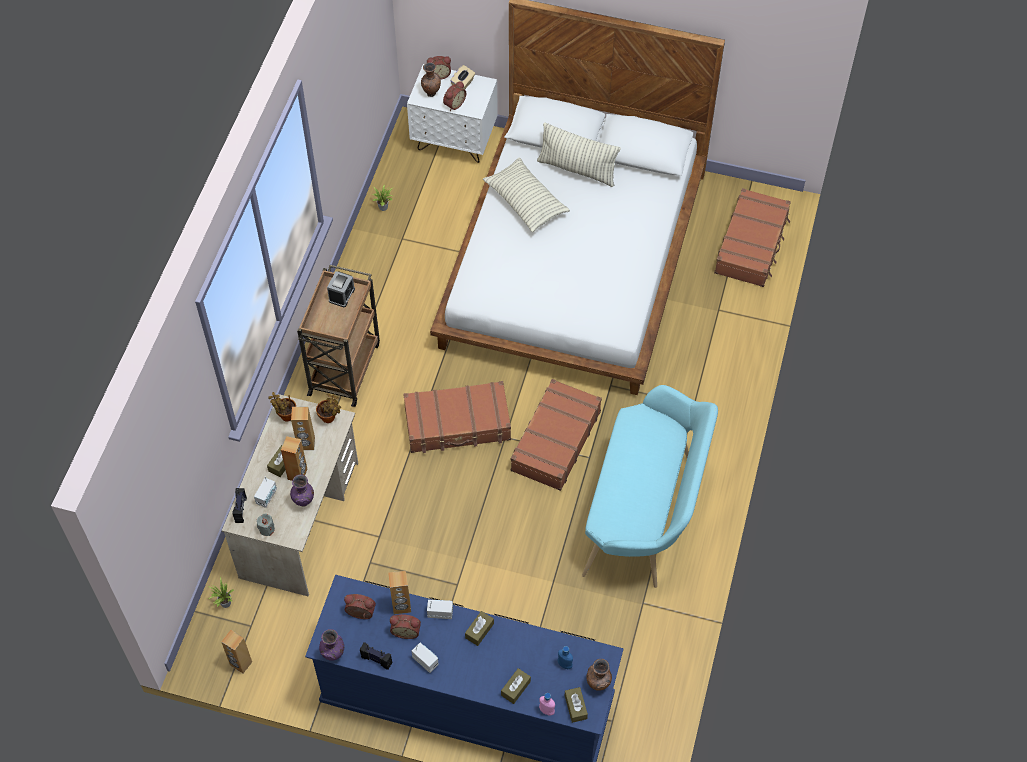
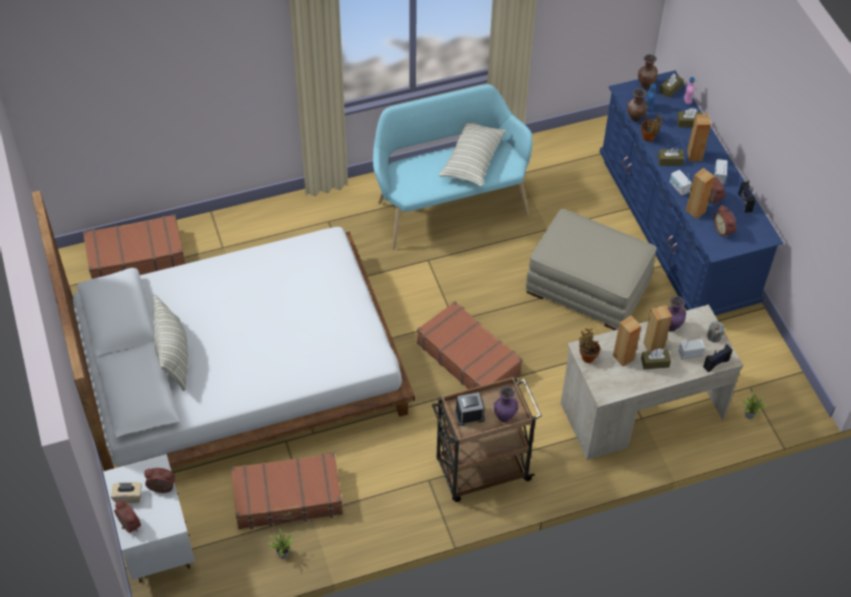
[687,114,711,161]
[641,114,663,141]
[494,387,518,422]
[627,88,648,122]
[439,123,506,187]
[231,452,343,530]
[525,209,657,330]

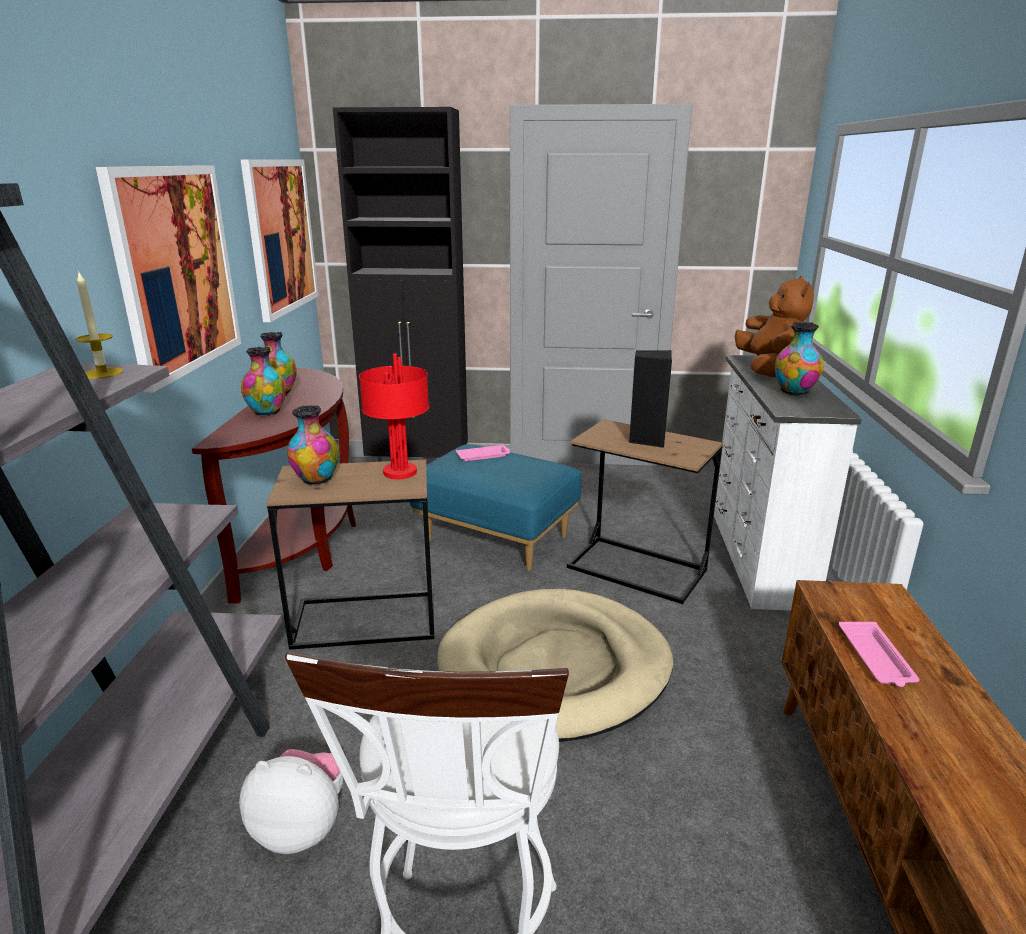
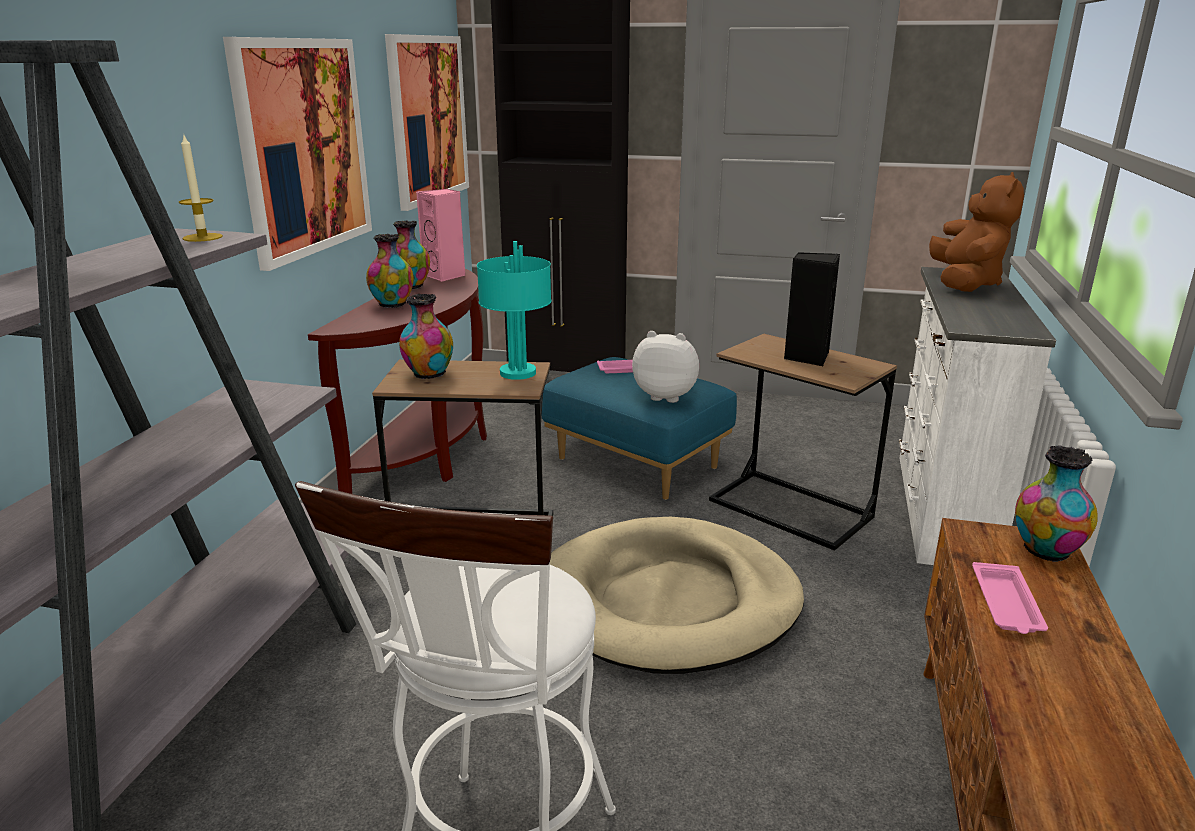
[632,331,699,403]
[477,241,551,380]
[1015,445,1098,562]
[416,189,465,282]

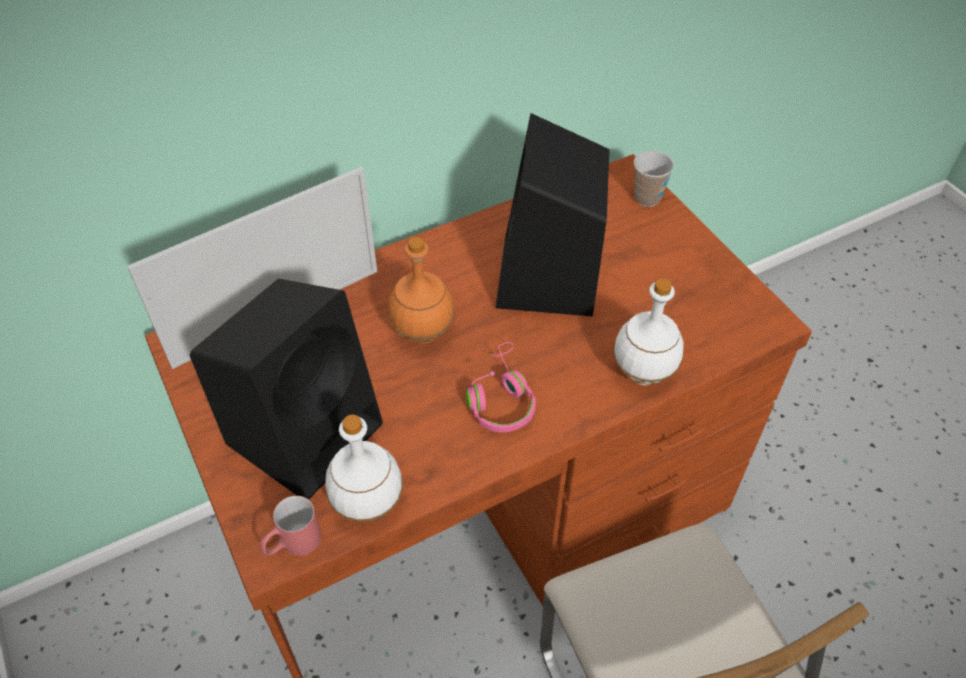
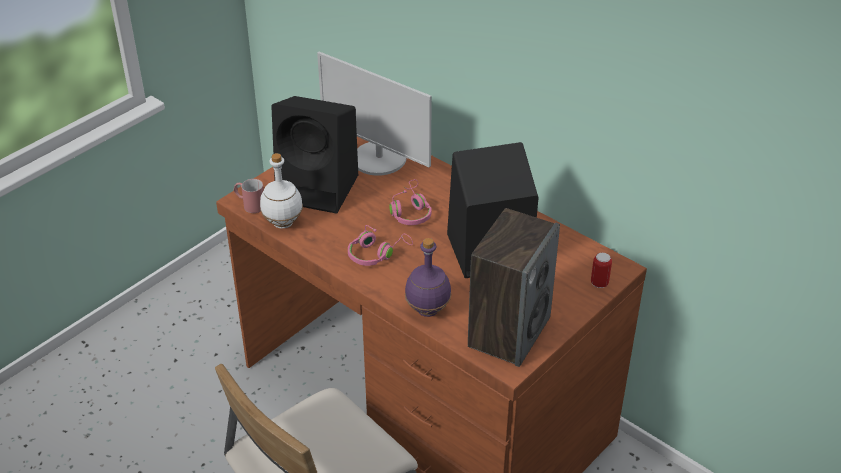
[389,179,432,225]
[405,238,451,317]
[591,253,612,288]
[468,208,560,367]

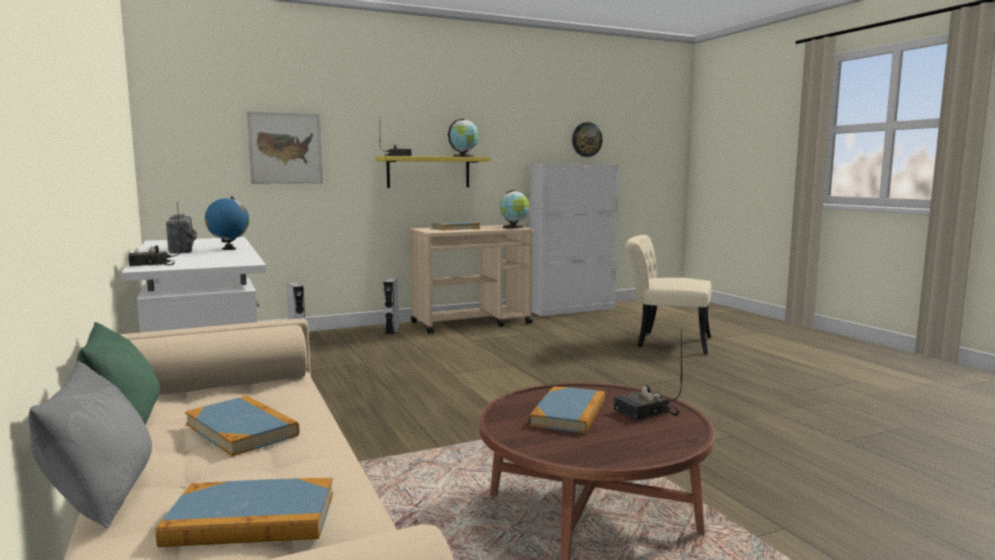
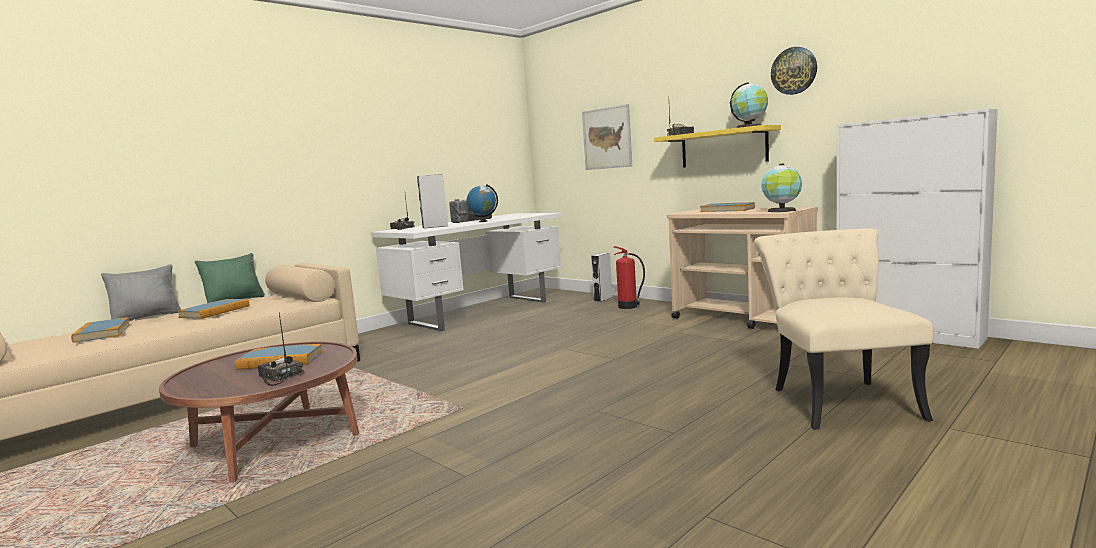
[417,174,448,229]
[771,47,817,95]
[614,246,645,309]

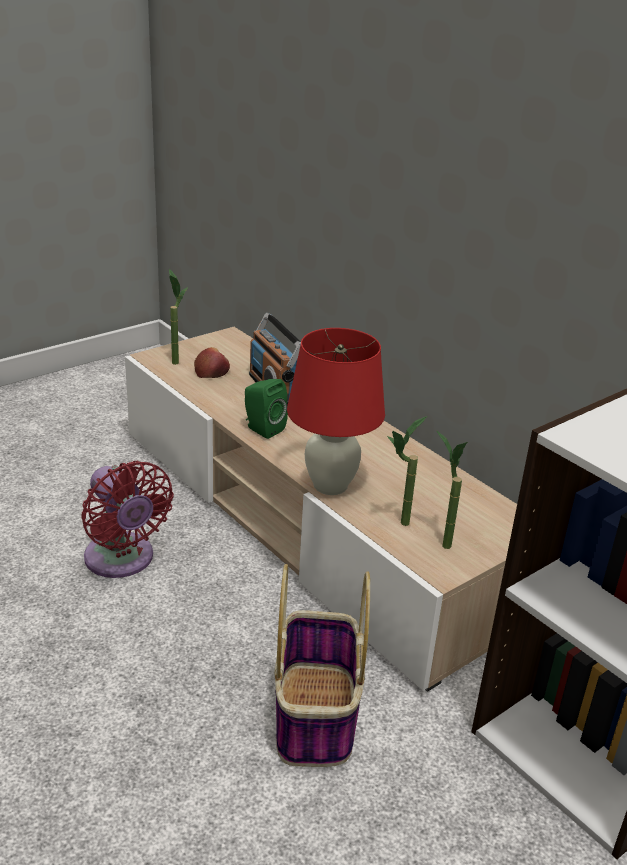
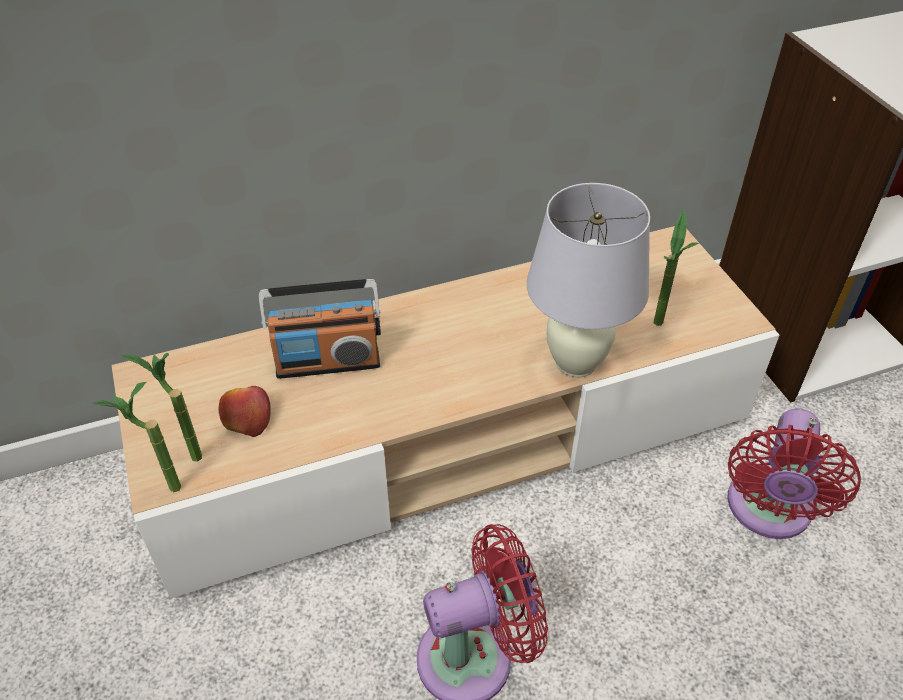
[245,379,288,439] (first image)
[727,408,861,539]
[527,183,650,377]
[93,382,181,492]

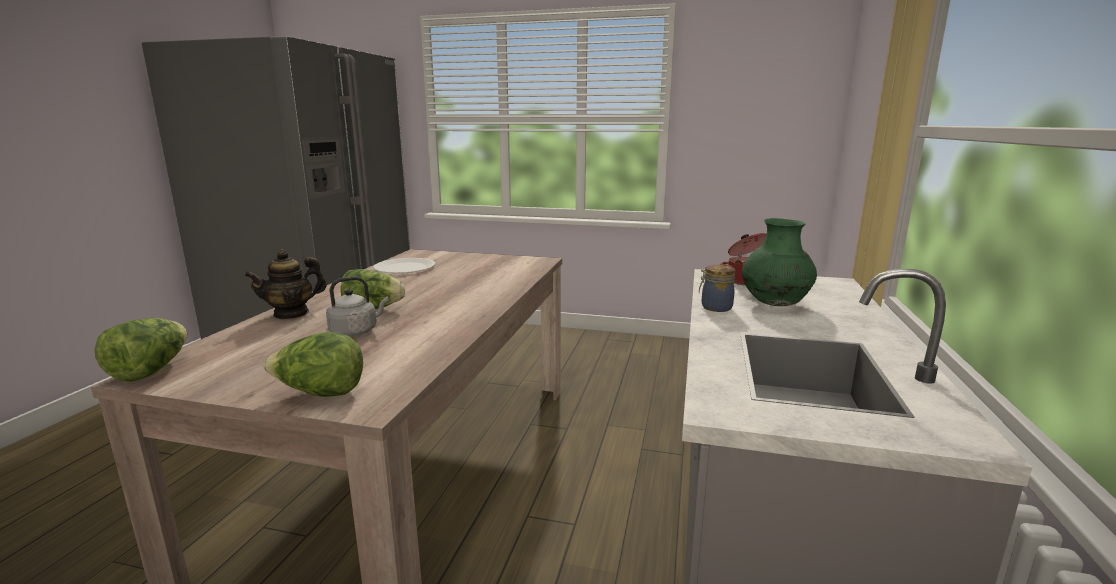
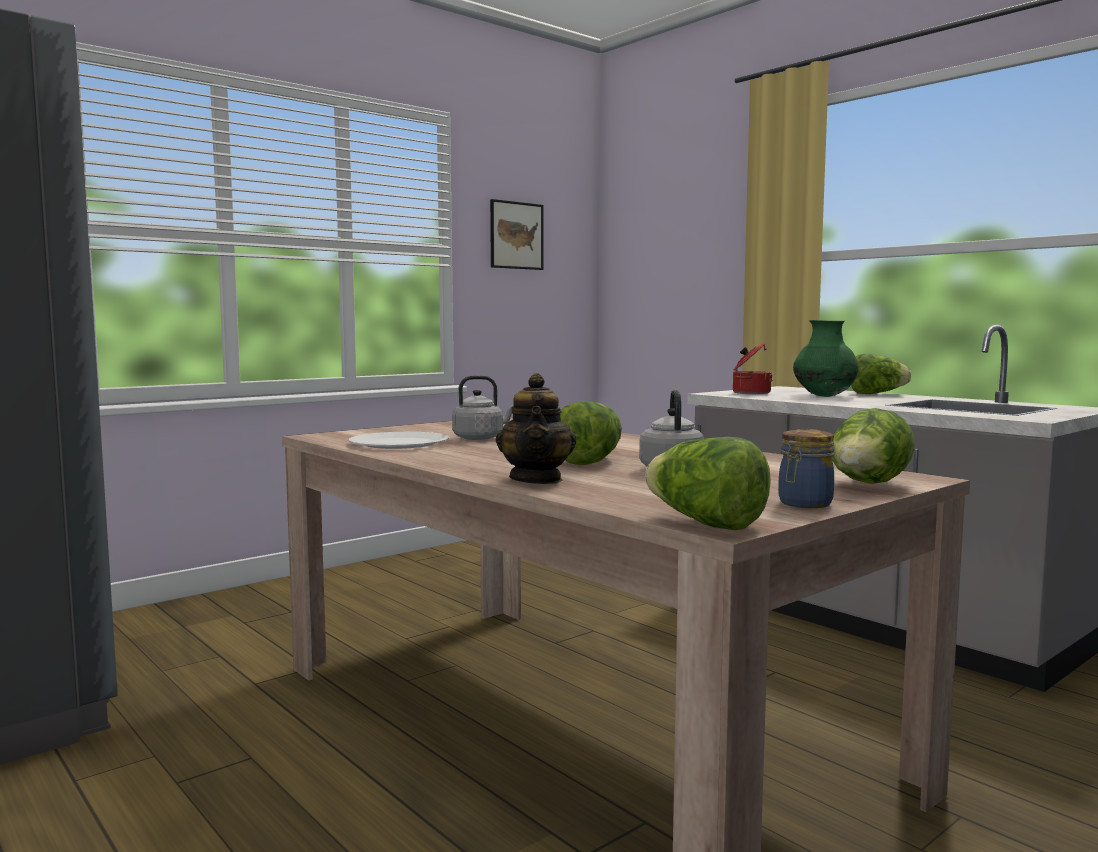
[778,429,834,508]
[452,375,514,440]
[490,199,543,270]
[851,354,911,394]

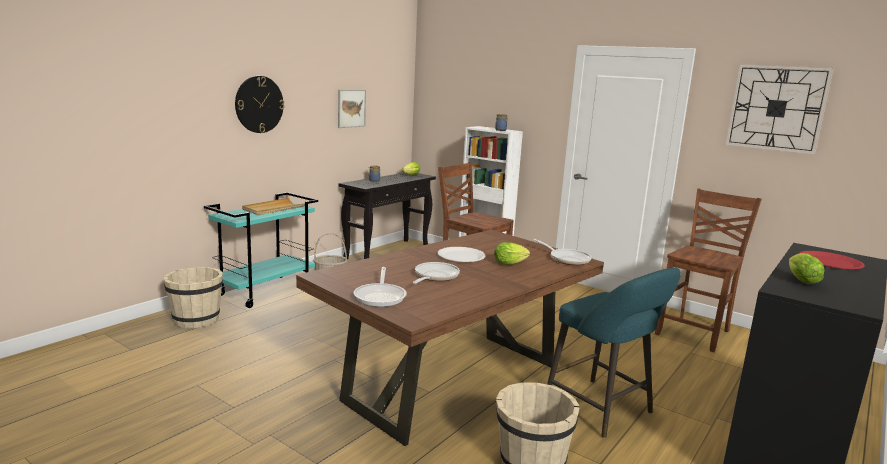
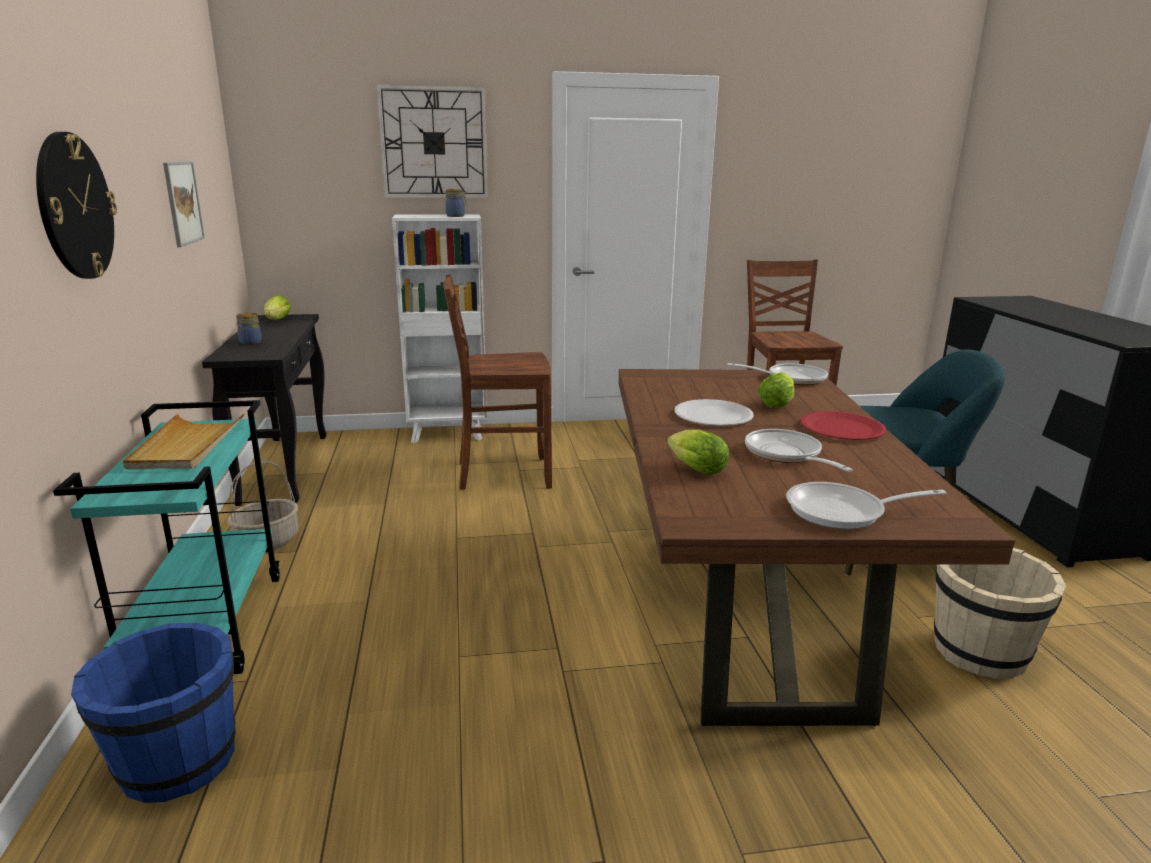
[71,623,235,803]
[786,482,946,529]
[376,85,488,198]
[667,430,729,475]
[801,411,887,440]

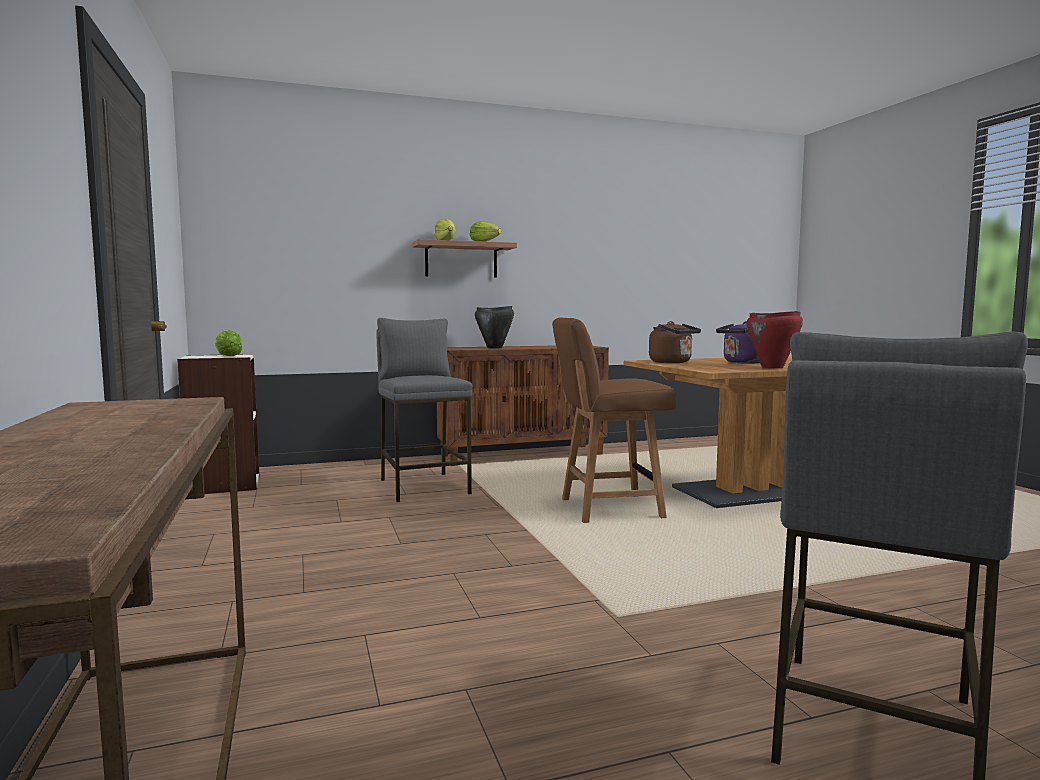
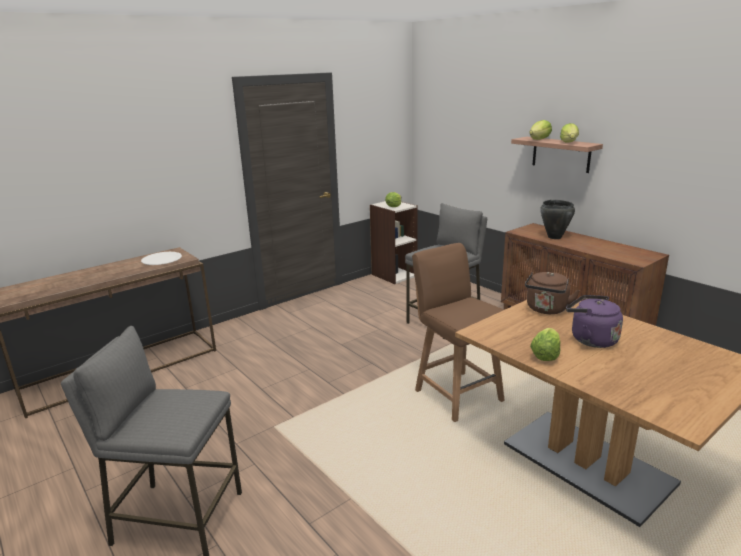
[530,328,561,361]
[141,252,182,265]

